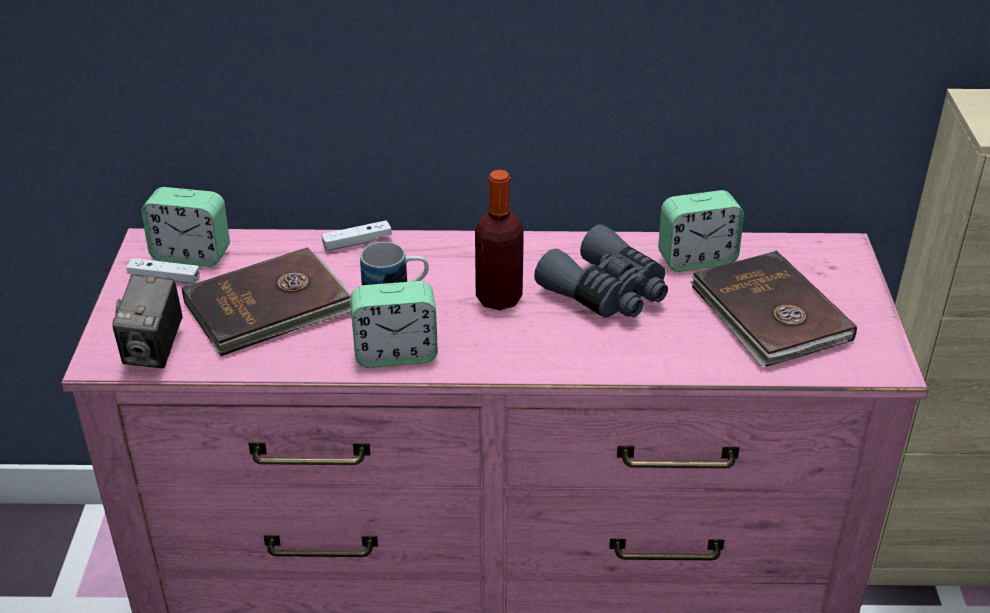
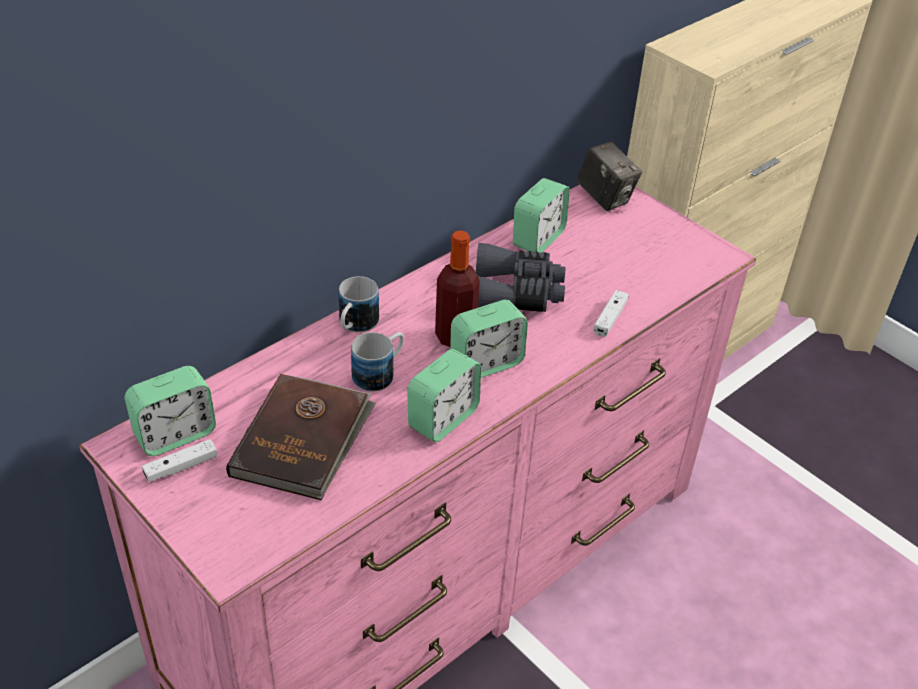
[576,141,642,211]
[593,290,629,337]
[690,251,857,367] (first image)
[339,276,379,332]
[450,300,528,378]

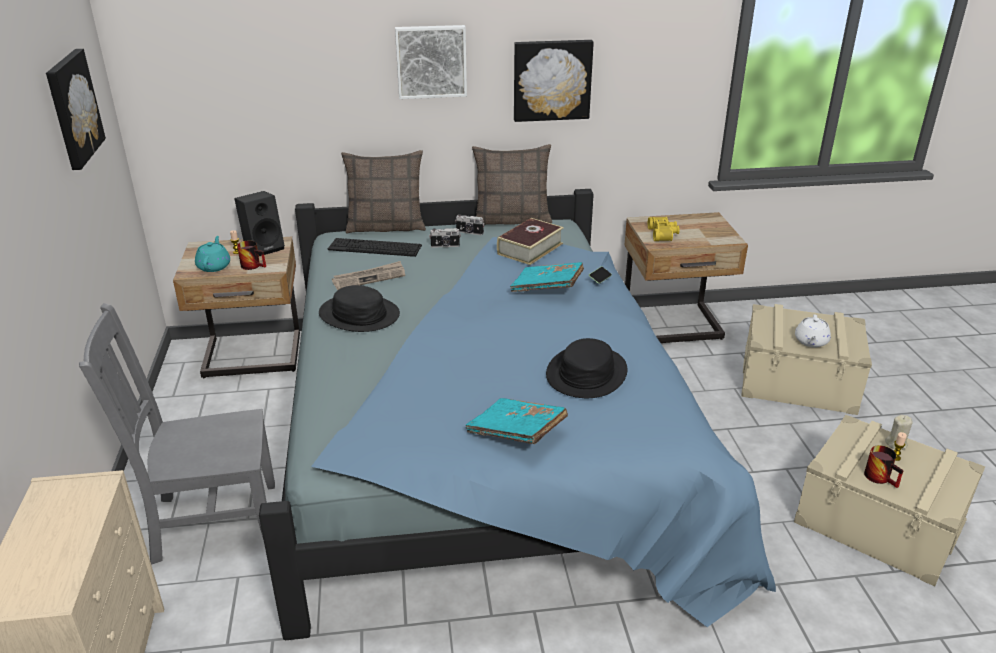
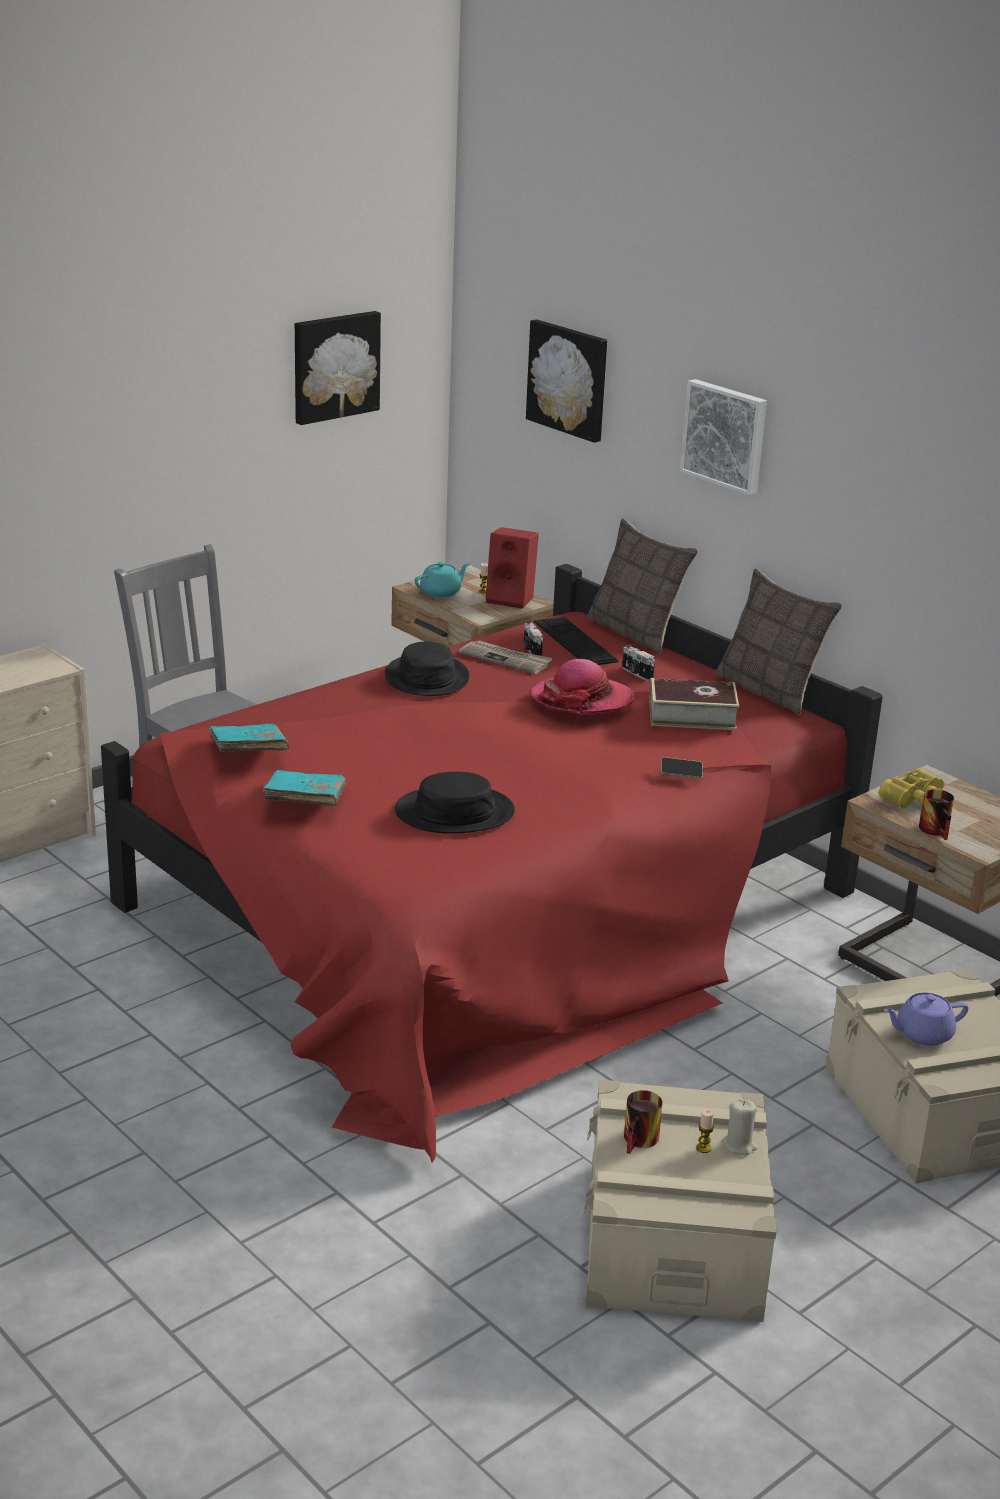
[486,527,539,609]
[919,789,954,840]
[101,564,883,1162]
[523,621,543,656]
[208,723,289,752]
[526,320,607,443]
[884,993,969,1046]
[530,659,635,715]

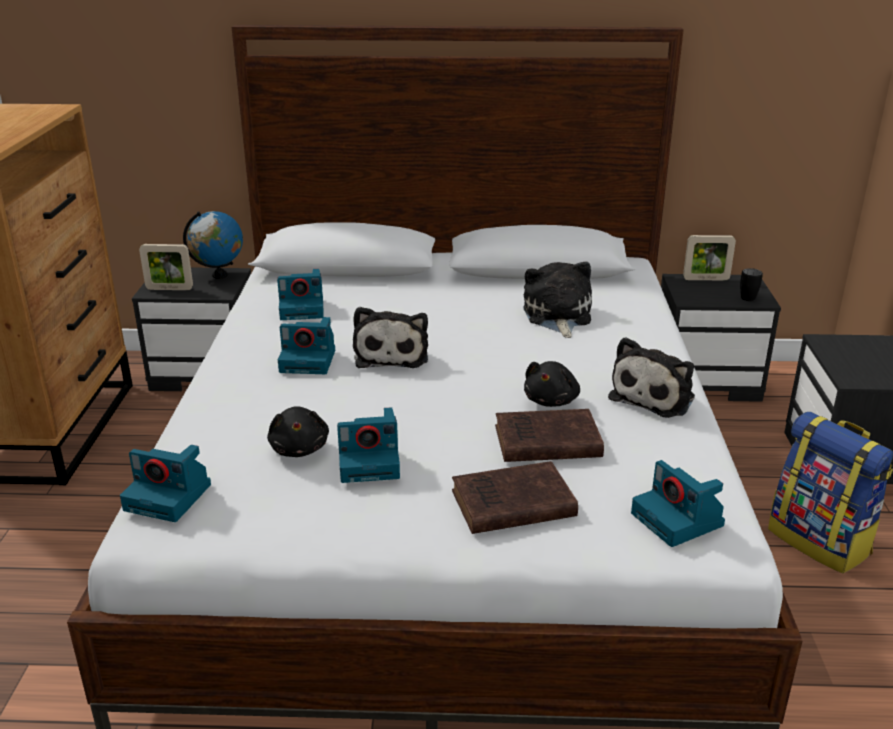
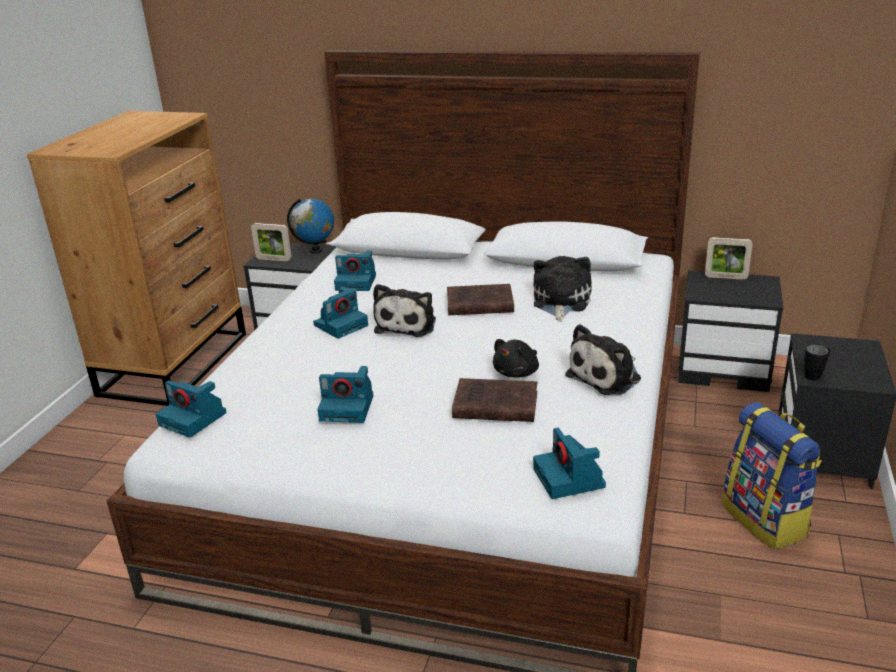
[267,406,329,457] (first image)
[313,286,368,339]
[447,284,514,315]
[804,345,830,380]

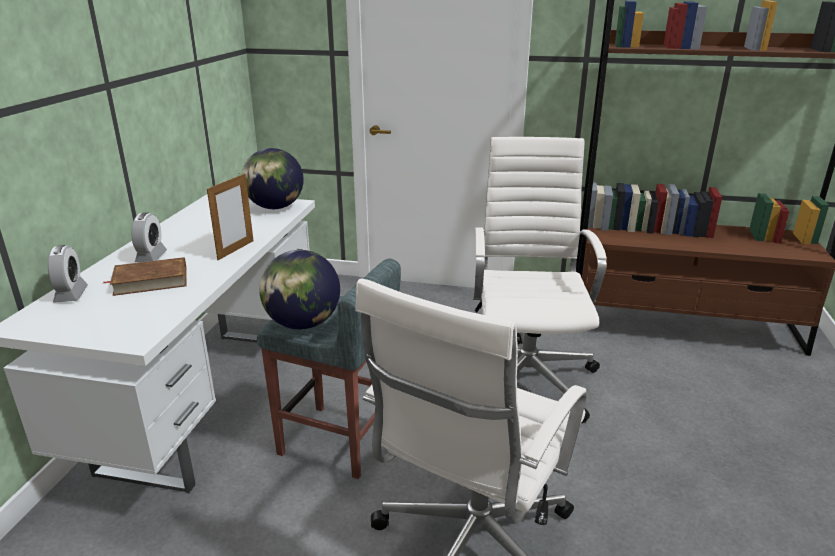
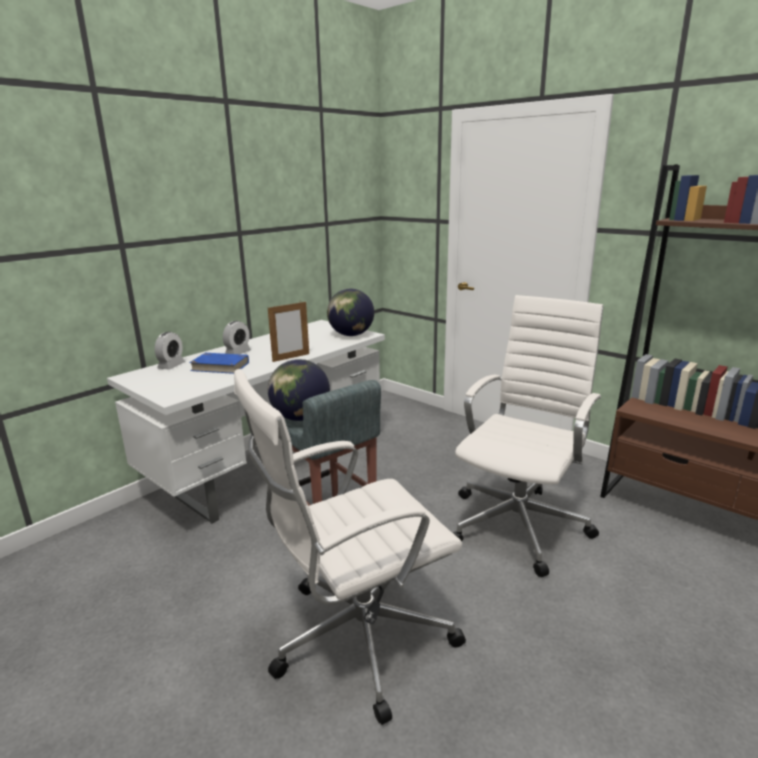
[189,353,249,374]

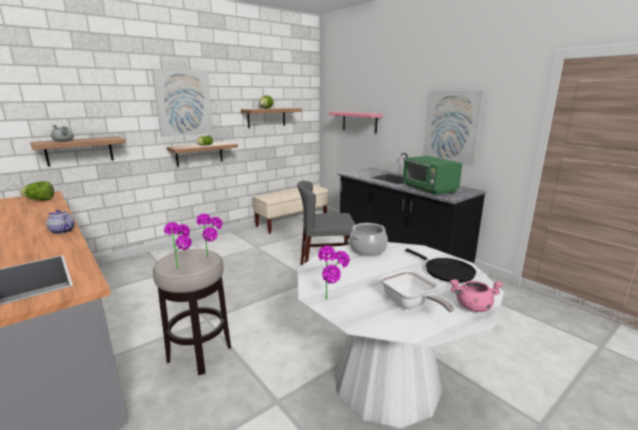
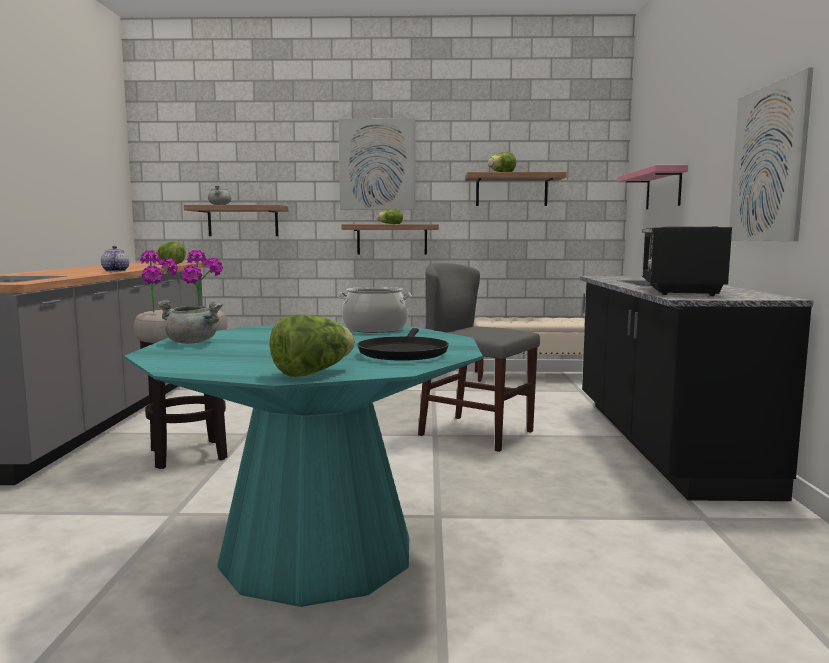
[124,323,483,607]
[157,299,223,344]
[380,269,454,312] (first image)
[642,226,732,296]
[270,314,355,377]

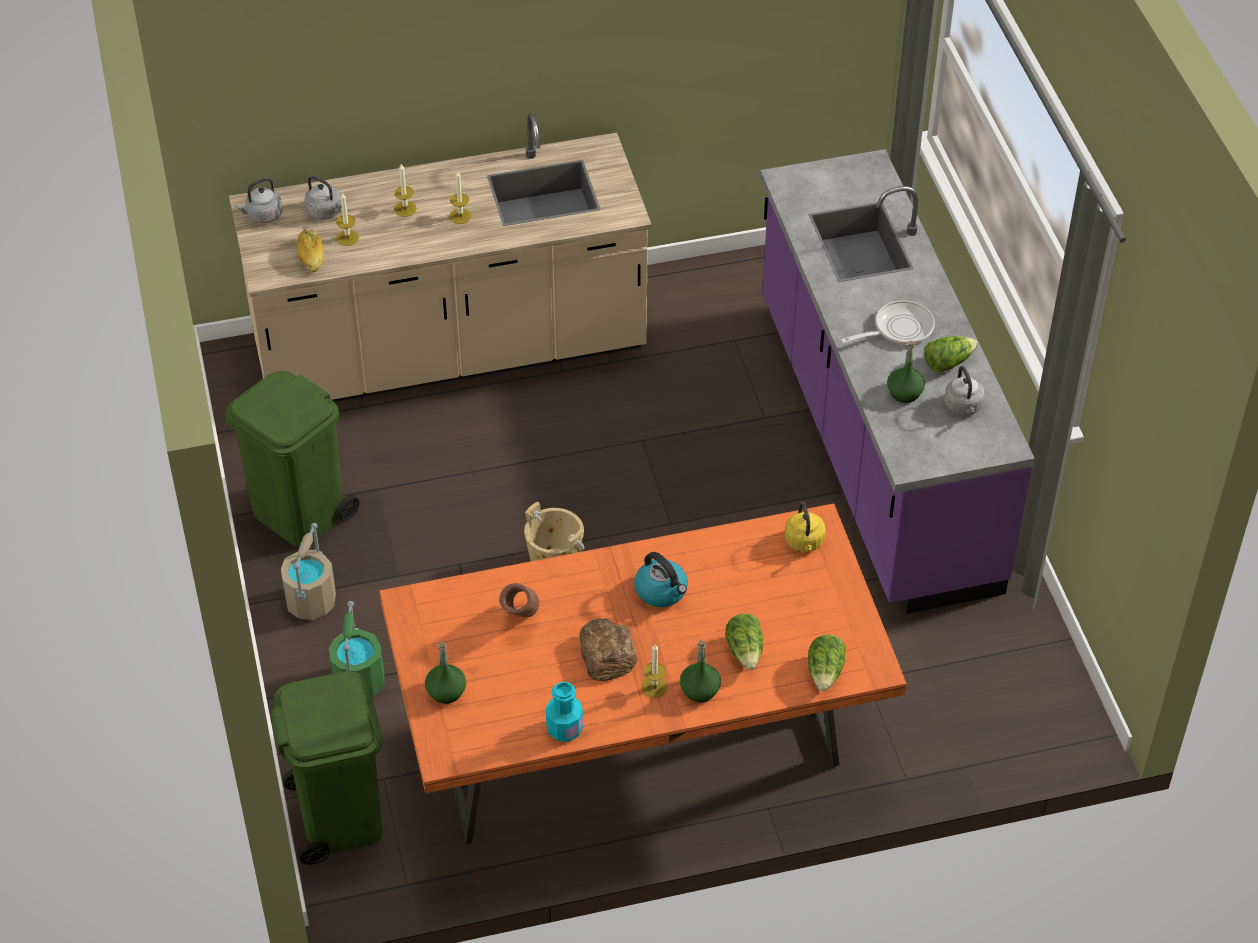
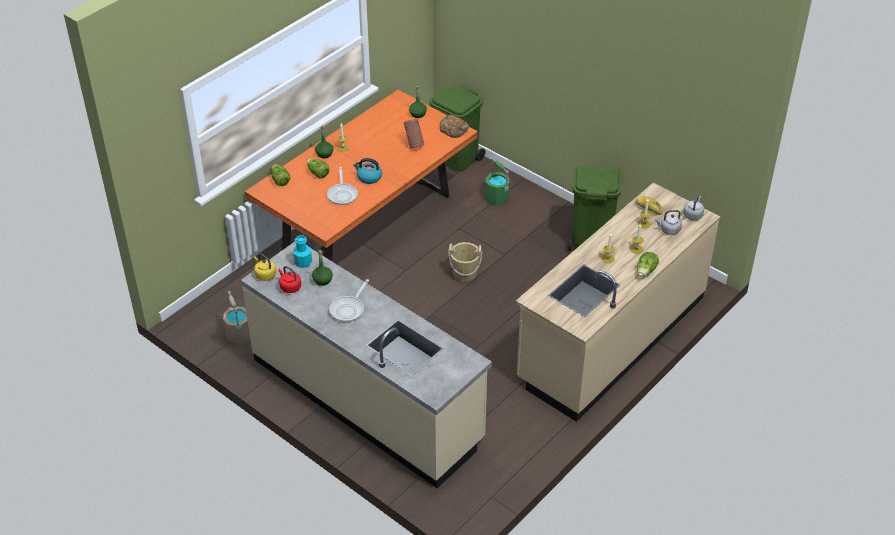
[223,291,250,344]
[293,235,312,268]
[440,115,469,138]
[241,242,492,488]
[254,254,276,281]
[637,252,659,277]
[278,266,301,293]
[327,167,358,205]

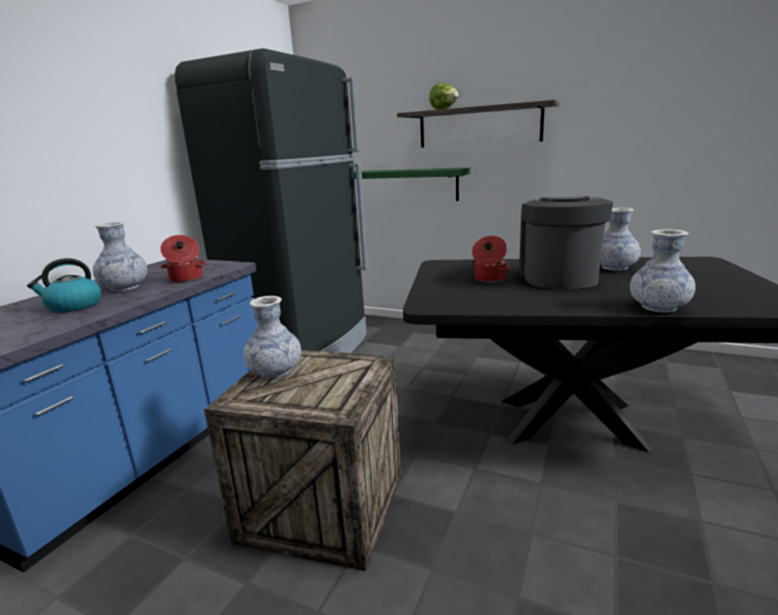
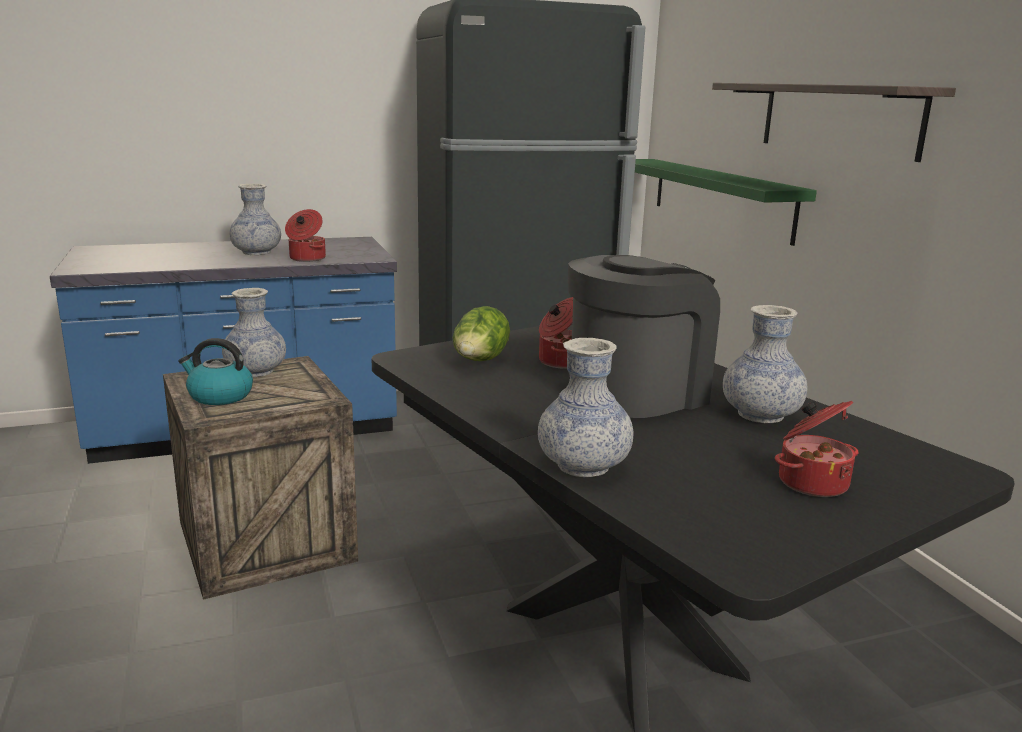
[178,338,253,405]
[452,306,510,361]
[775,401,859,497]

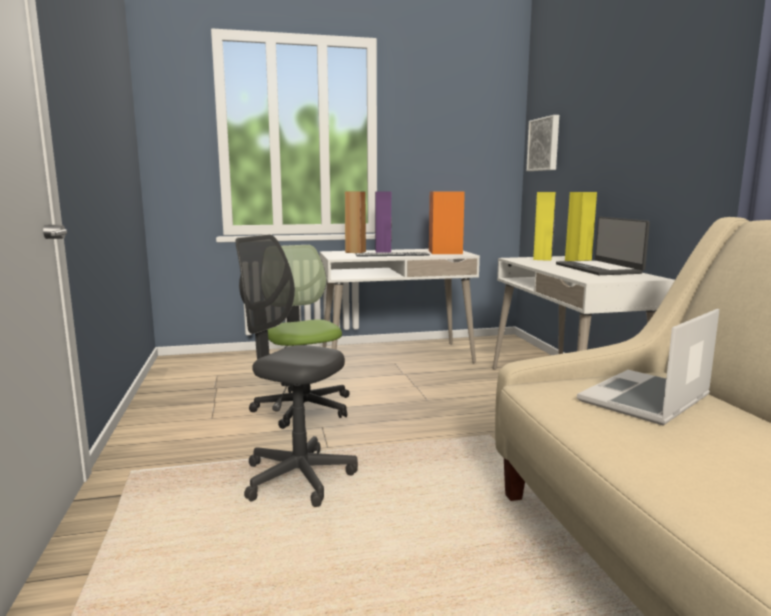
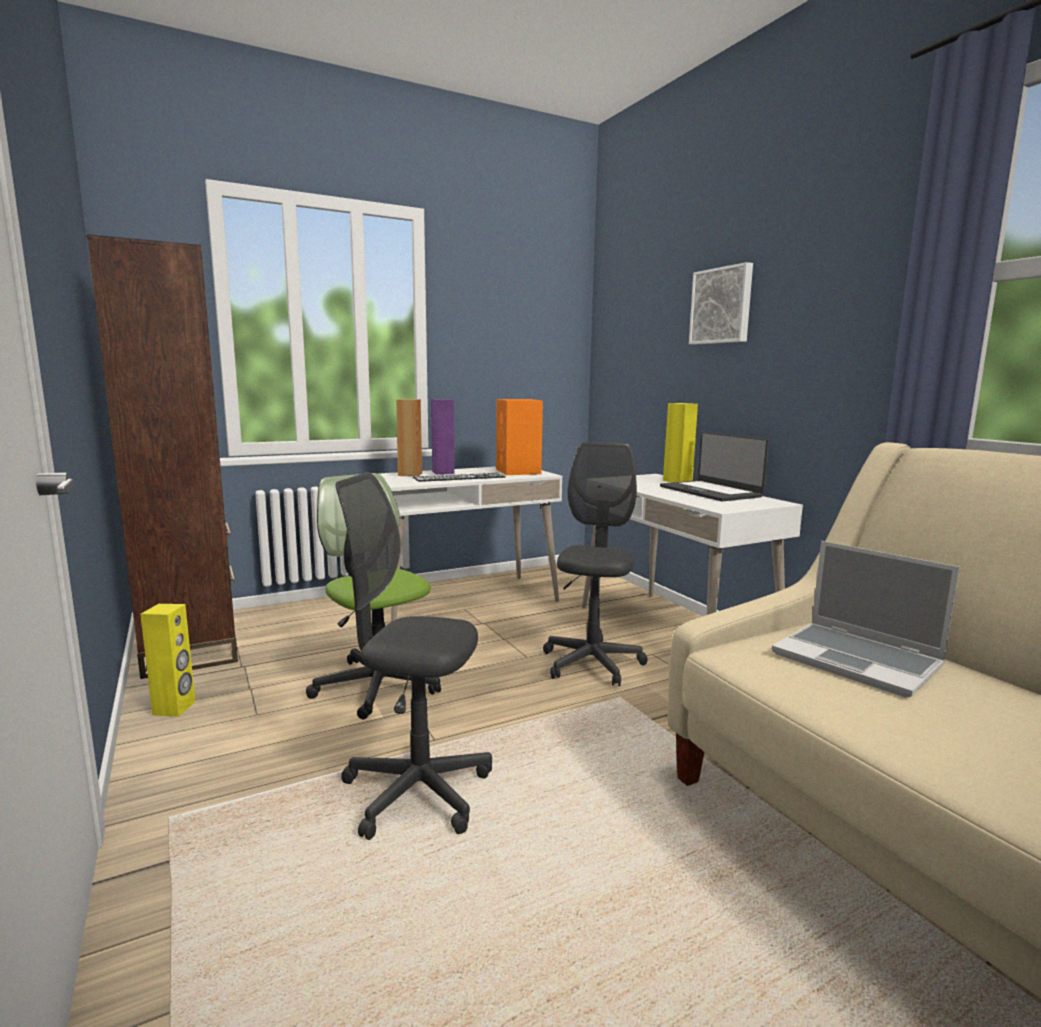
[689,262,753,344]
[140,604,195,717]
[772,541,960,698]
[86,234,238,679]
[543,442,648,686]

